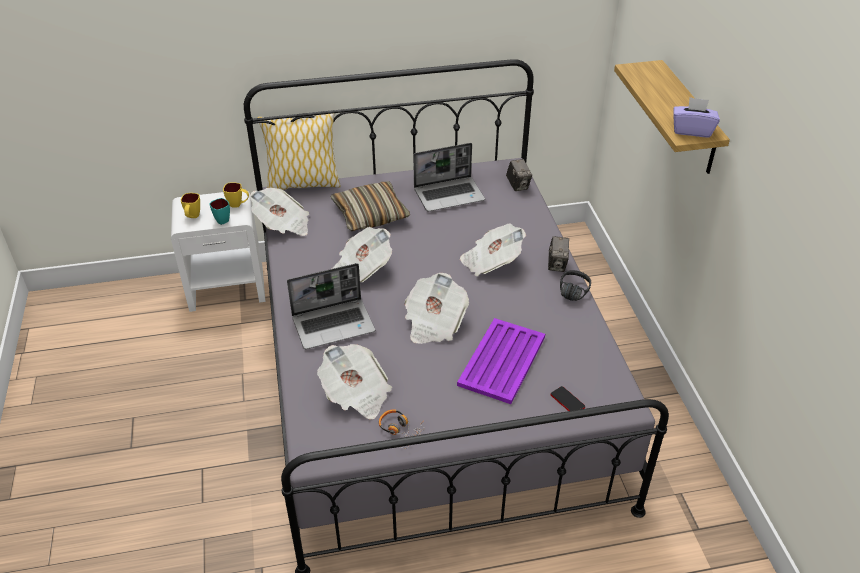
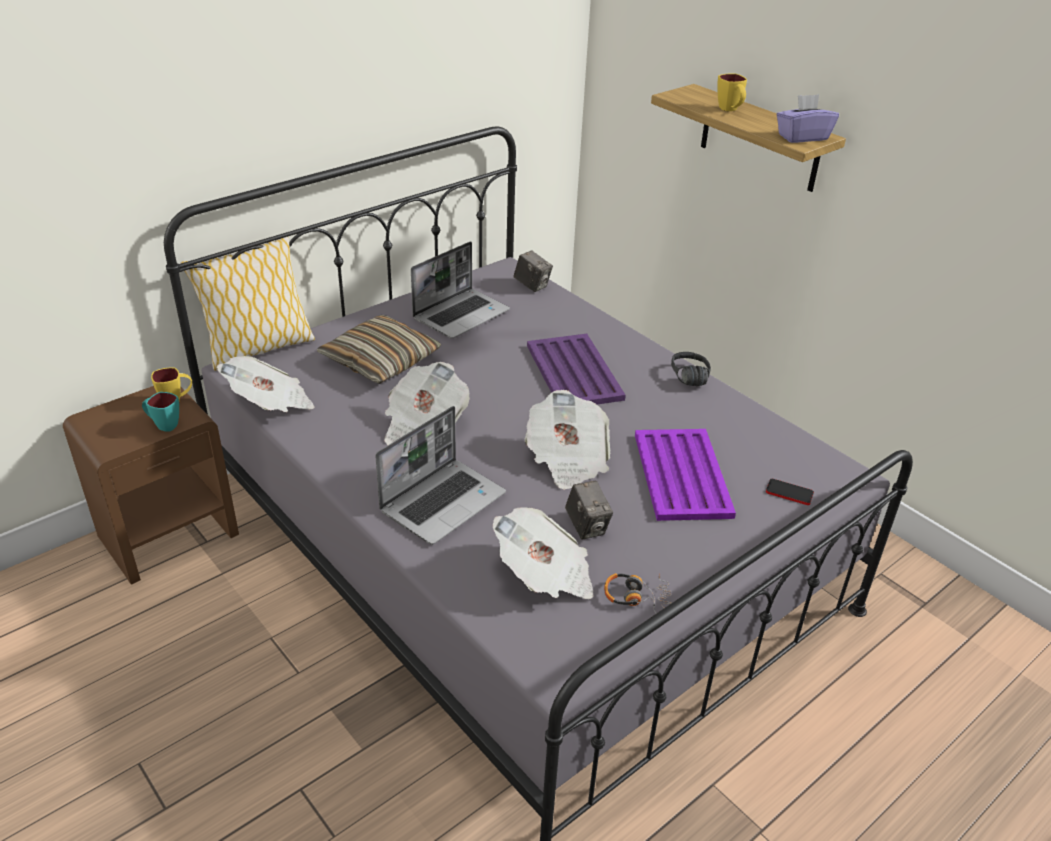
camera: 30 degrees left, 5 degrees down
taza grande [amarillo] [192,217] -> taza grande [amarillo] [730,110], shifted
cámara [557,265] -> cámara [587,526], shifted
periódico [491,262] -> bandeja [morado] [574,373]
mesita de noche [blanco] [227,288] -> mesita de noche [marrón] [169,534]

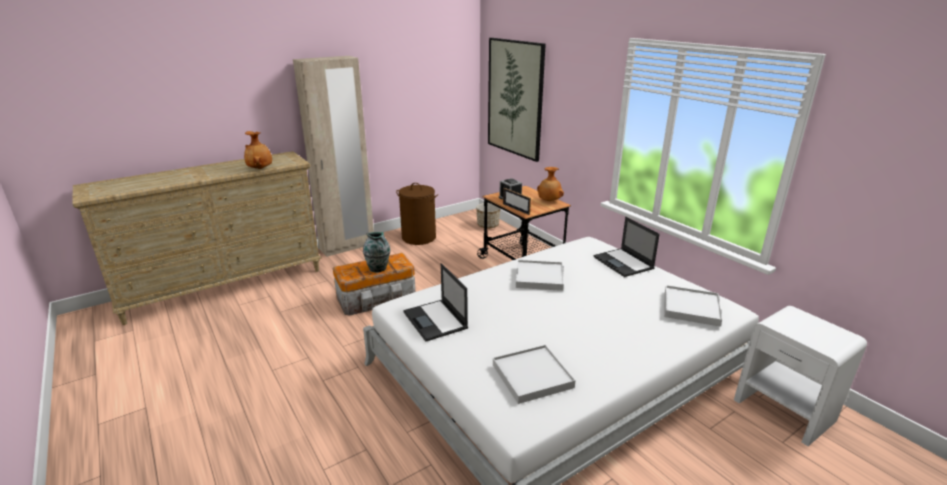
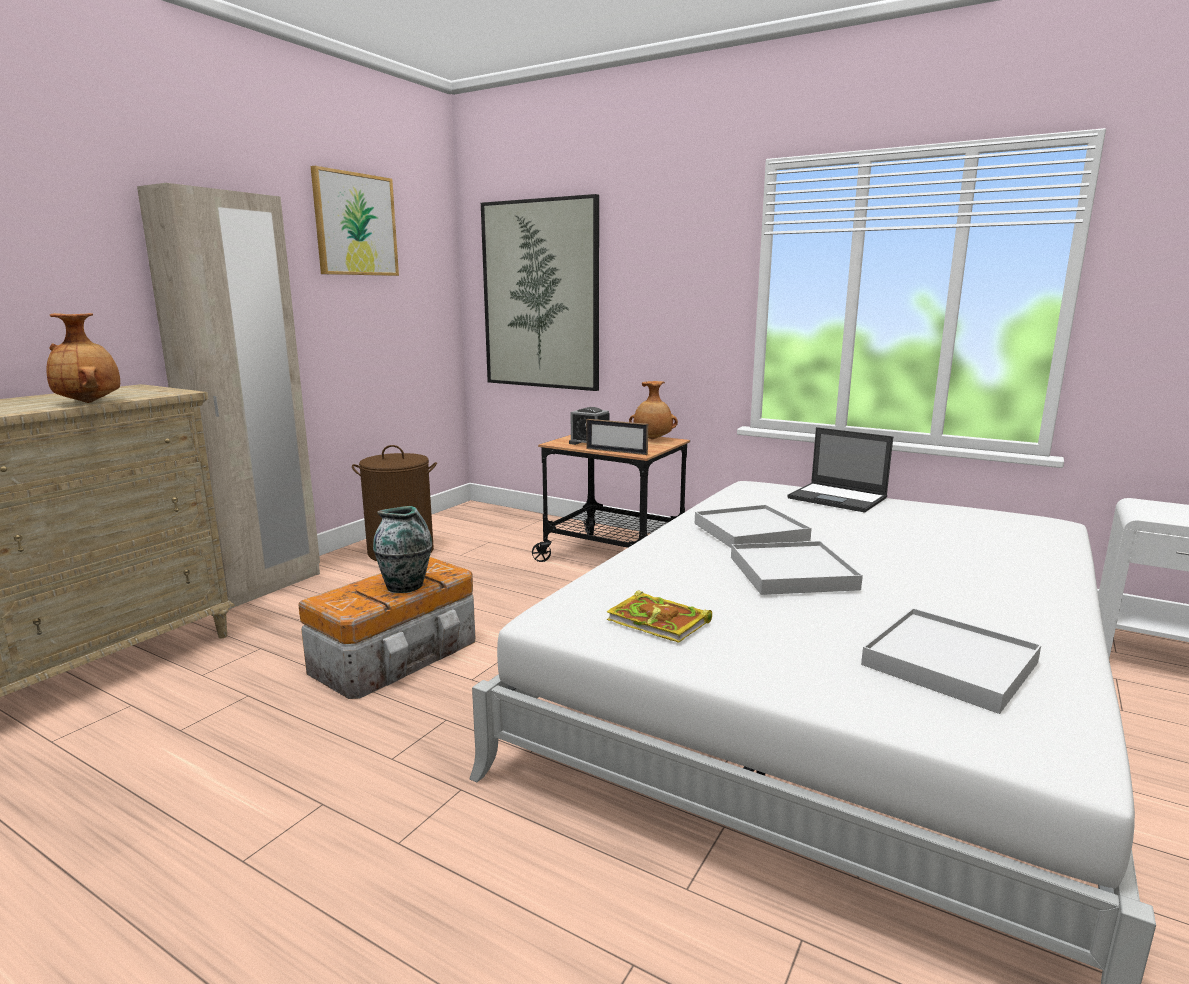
camera: 25 degrees left, 10 degrees down
maceta [488,225] -> none
none -> cuadro [355,224]
bandeja [blanco] [691,308] -> bandeja [blanco] [792,573], shifted
portátil [435,320] -> libro [660,622]

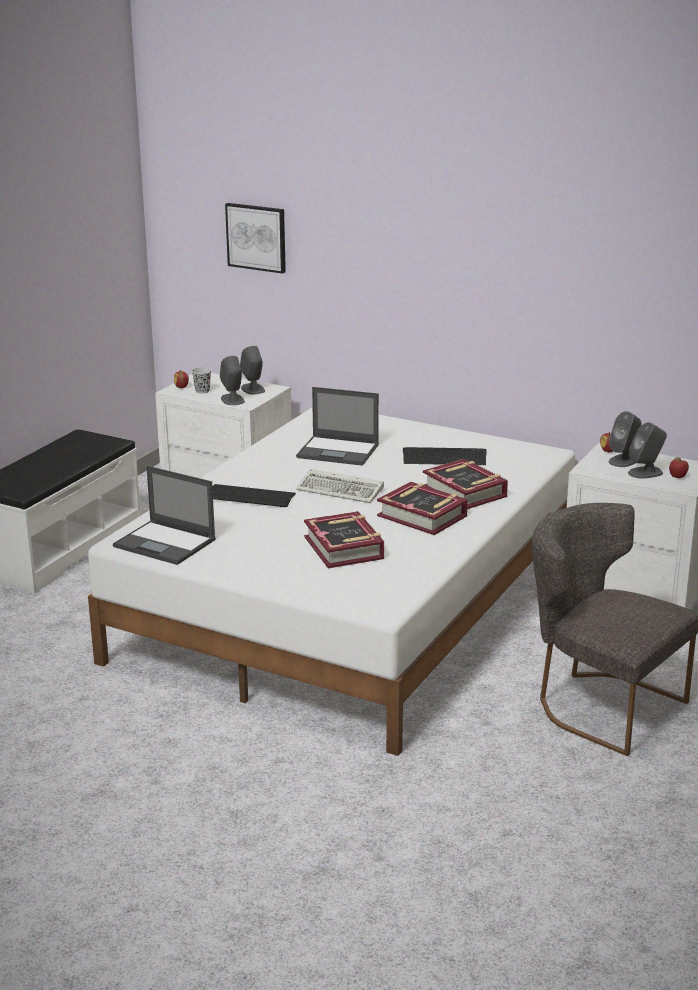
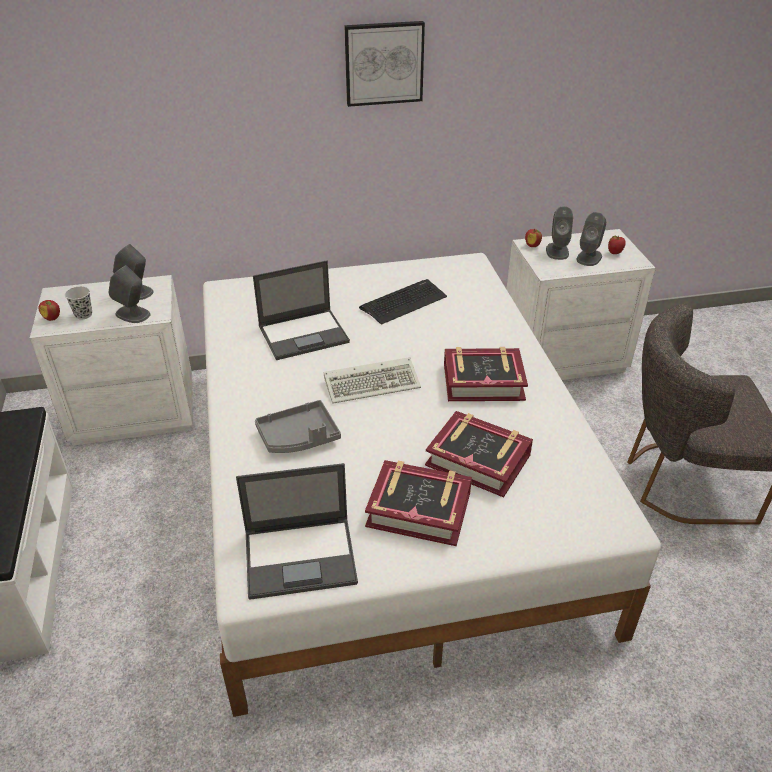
camera: 40 degrees left, 15 degrees up
cuadro [256,237] -> cuadro [384,63], shifted
libro [465,492] -> libro [419,509], shifted
teclado [248,497] -> bandeja [gris] [299,437]

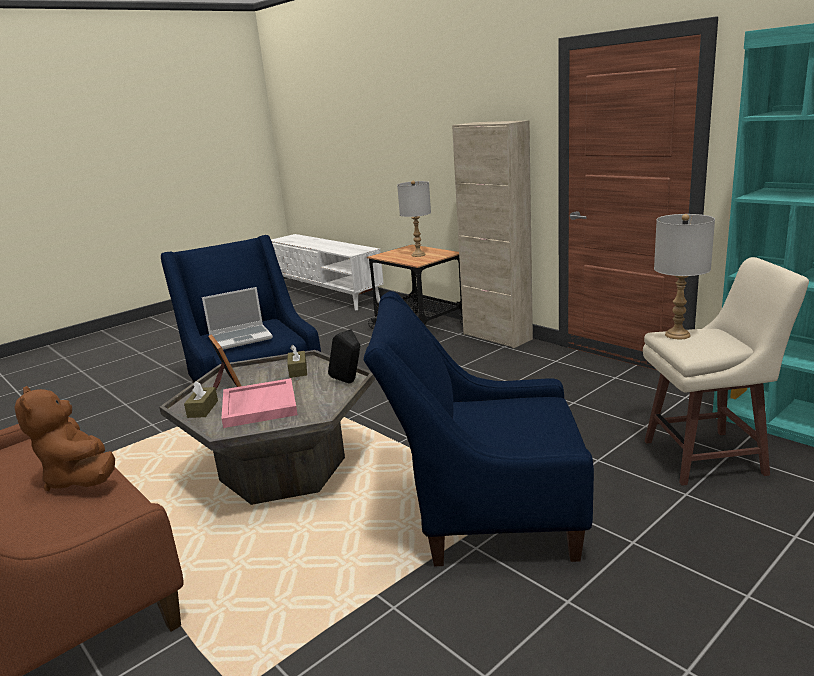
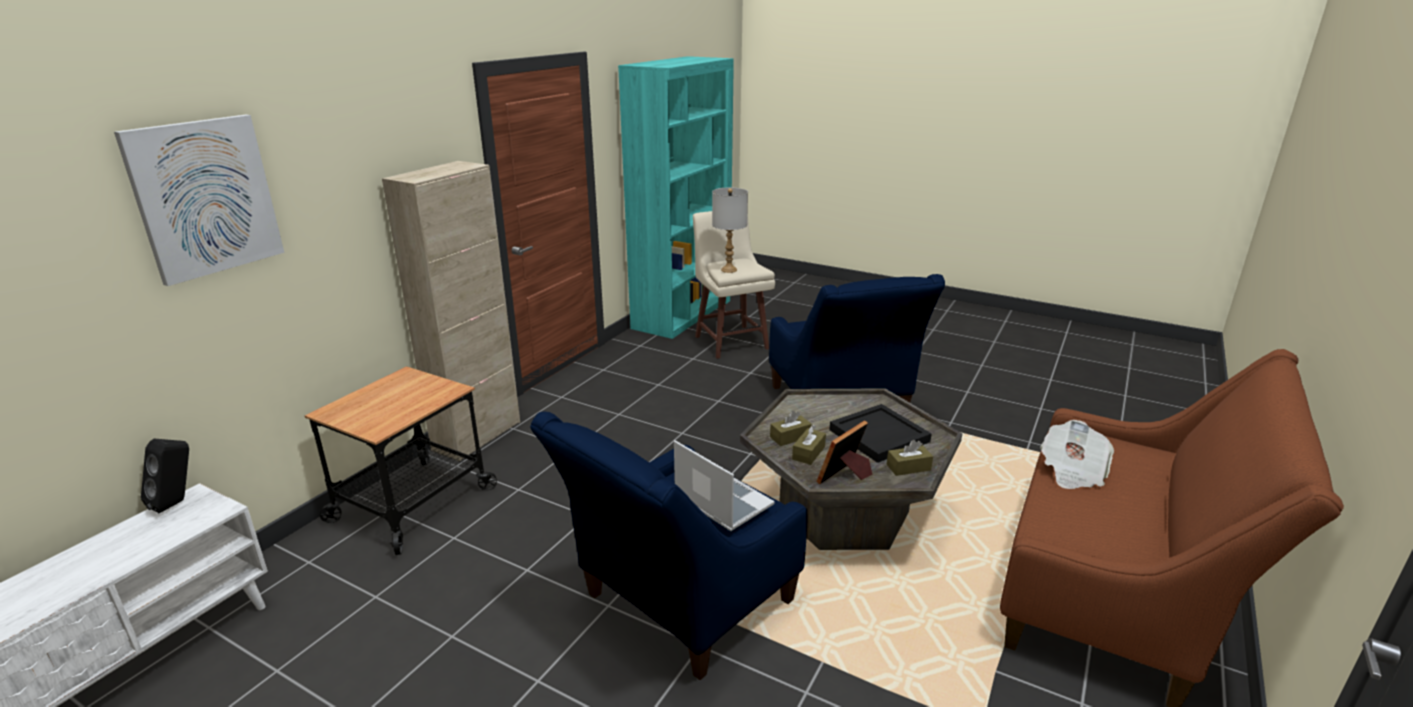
camera: 110 degrees left, 5 degrees up
lámpara de mesa [gris] [418,255] -> none
none -> cuadro [205,197]
none -> caja de pañuelos [marrón] [808,453]
altavoz [negro] [349,383] -> altavoz [negro] [177,502], shifted
peluche [marrón] [81,479] -> periódico [1072,471]
bandeja [rosa] [259,406] -> bandeja [negro] [879,436]

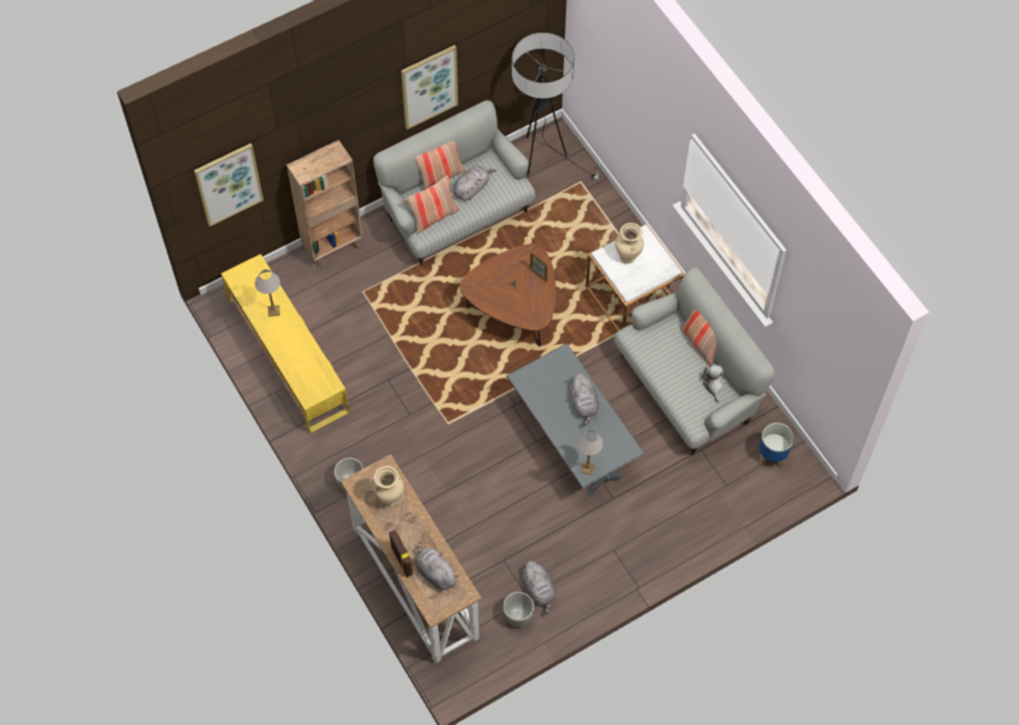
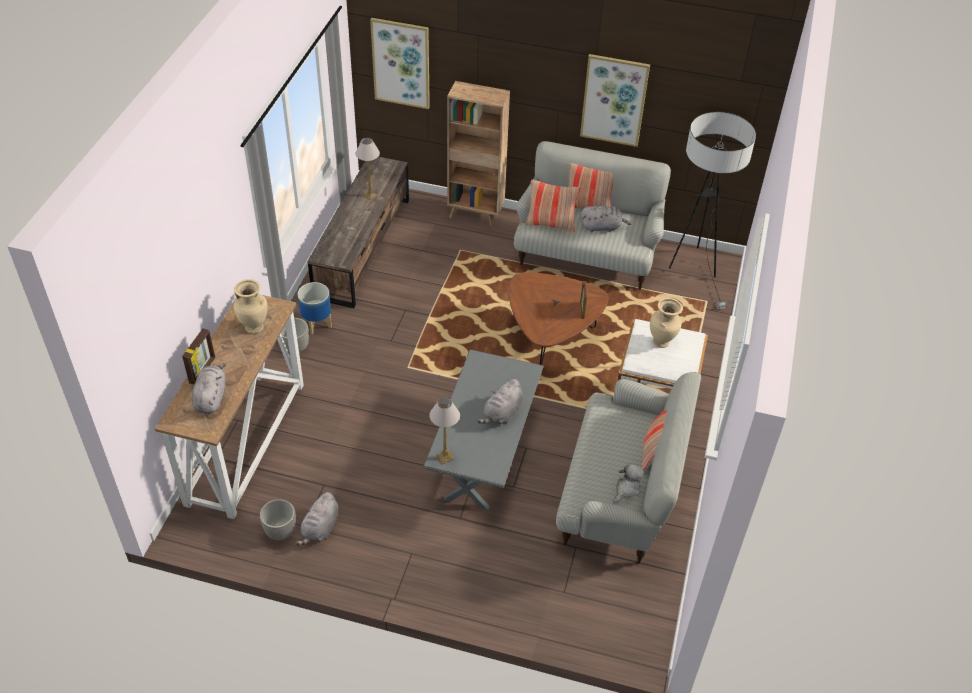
camera: 45 degrees right, 15 degrees down
maceta [772,456] -> maceta [317,324], shifted
mueble de televisión [amarillo] [287,354] -> mueble de televisión [marrón] [363,246]

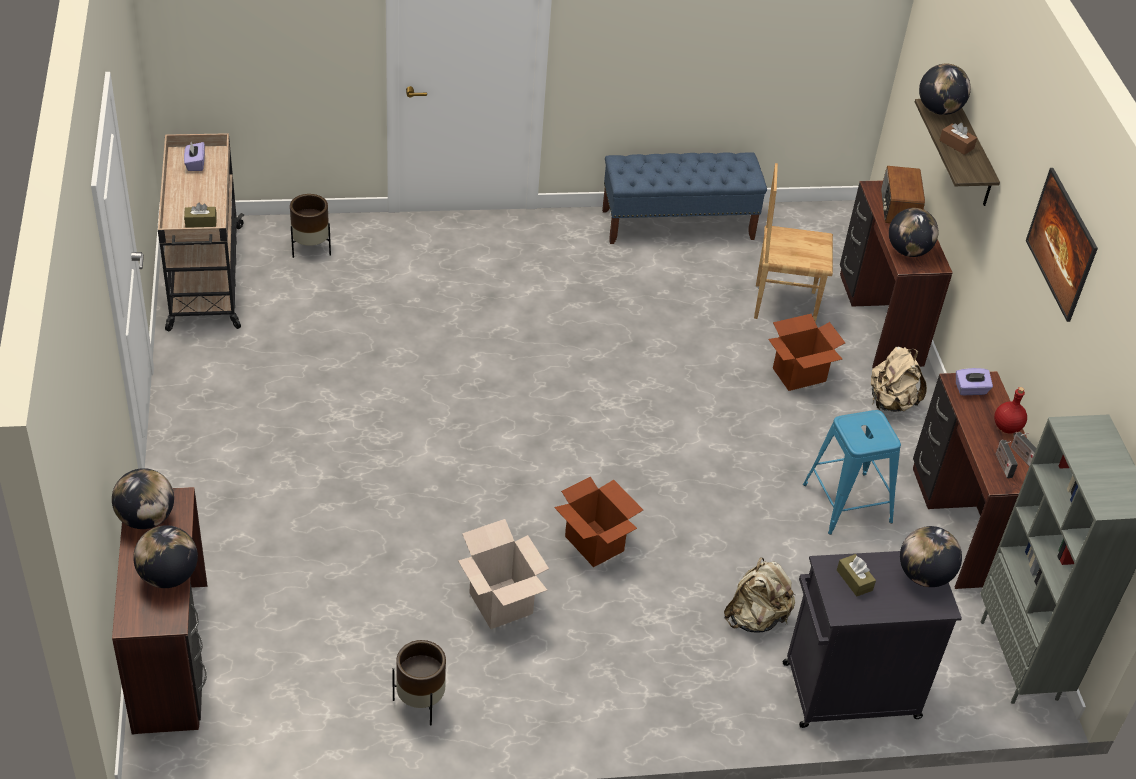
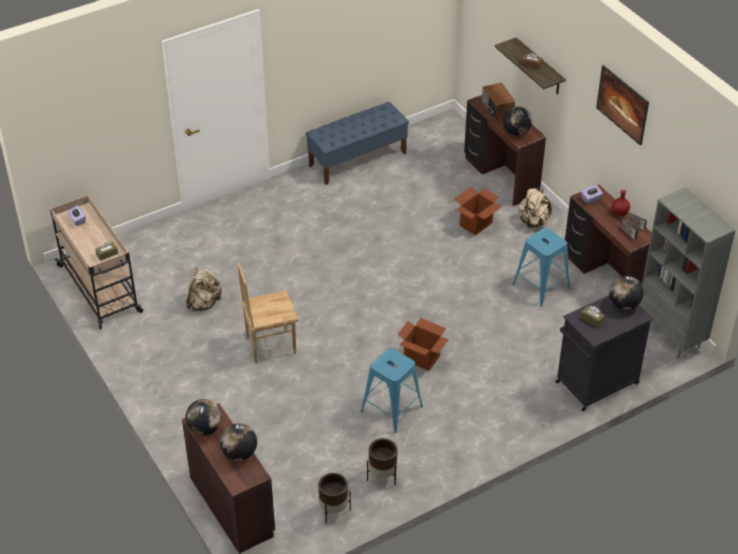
camera: 20 degrees left, 0 degrees up
globo terráqueo [939,110] -> none
maceta [marrón] [310,249] -> maceta [marrón] [333,511], shifted
mochila [beis] [756,618] -> mochila [beis] [204,303], shifted
silla [marrón] [784,304] -> silla [marrón] [270,345], shifted
caja de cartón [501,603] -> taburete [azul] [392,409]

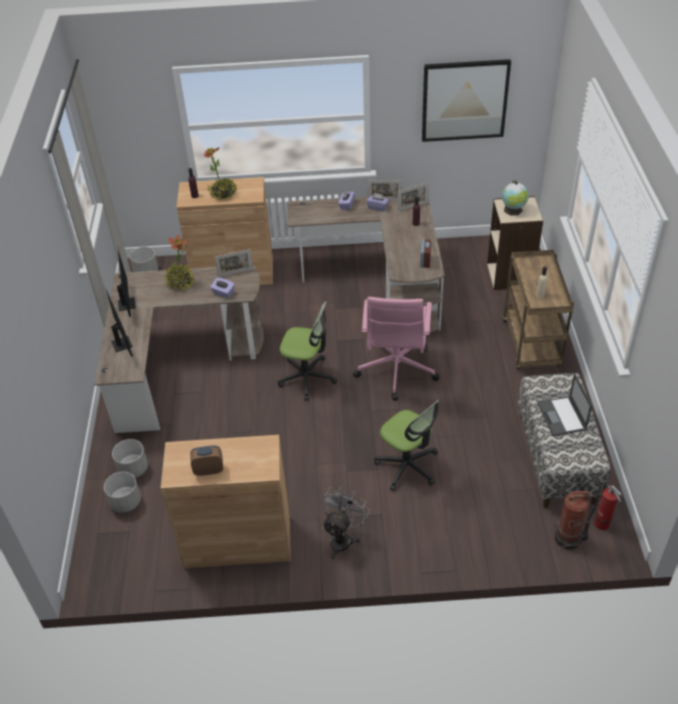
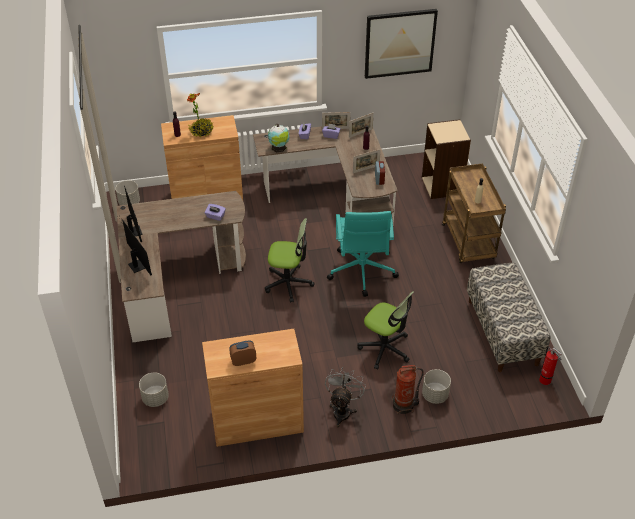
camera: 10 degrees left, 0 degrees up
planta en maceta [180,282] -> none
portátil [562,417] -> none
maceta [gris] [133,469] -> maceta [gris] [434,395], shifted
portarretratos [235,273] -> portarretratos [366,169], shifted
globo terráqueo [513,210] -> globo terráqueo [279,148], shifted
extintor [569,539] -> extintor [404,405], shifted
silla de oficina [rosa] [396,371] -> silla de oficina [turquesa] [361,272]

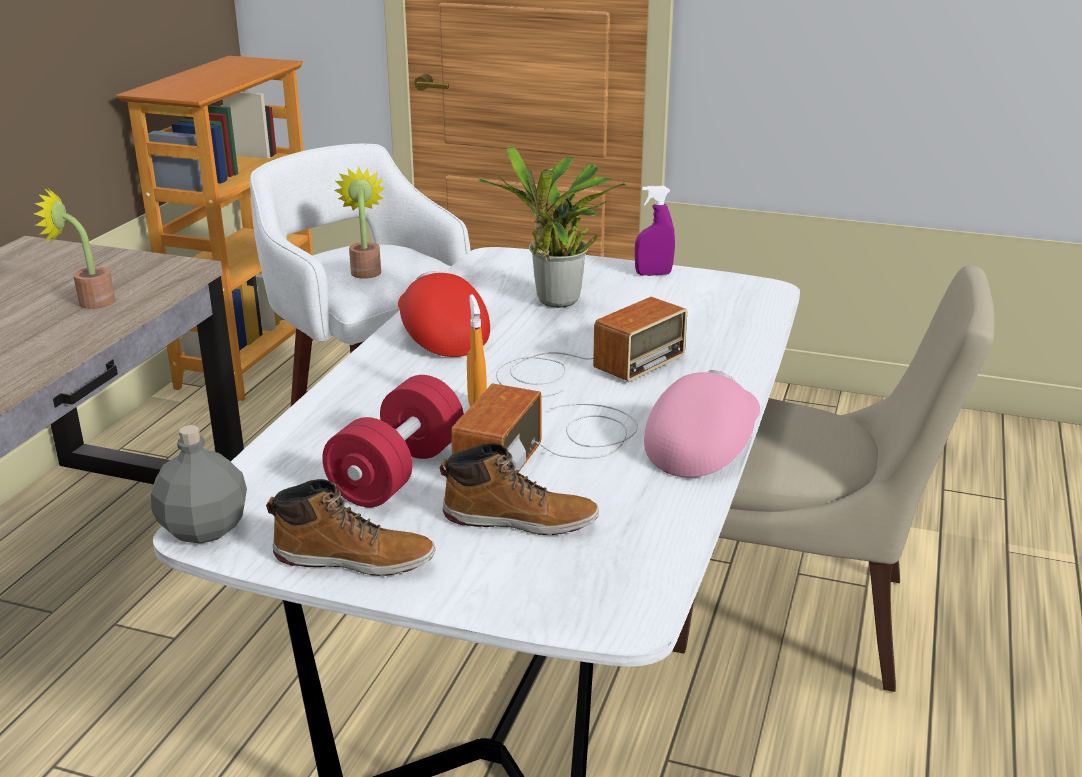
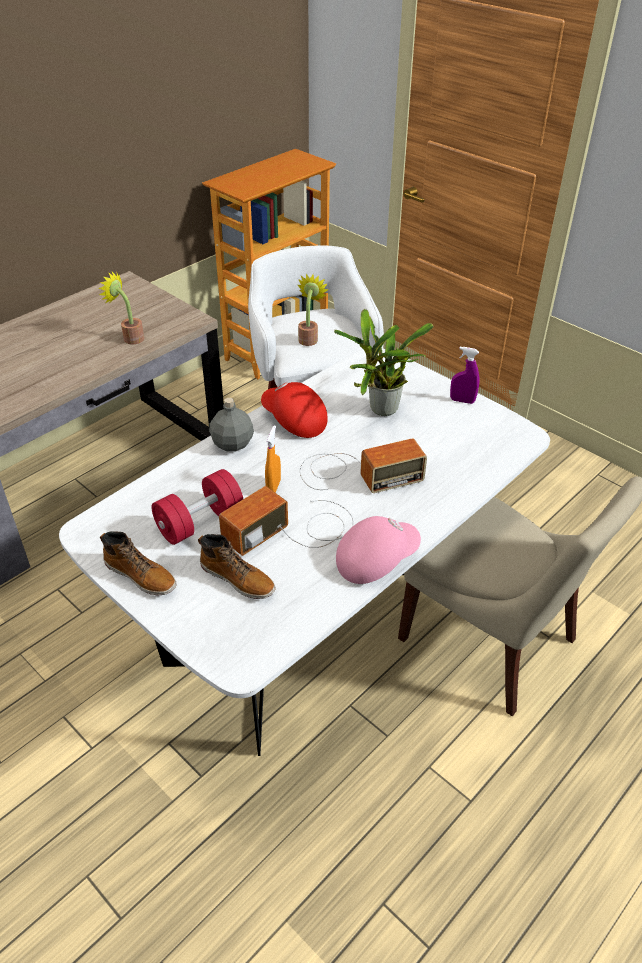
camera: 25 degrees right, 15 degrees up
botella [gris] [203,529] -> botella [gris] [232,443], shifted
gorra [rojo] [440,336] -> gorra [rojo] [293,421], 45 degrees counterclockwise

